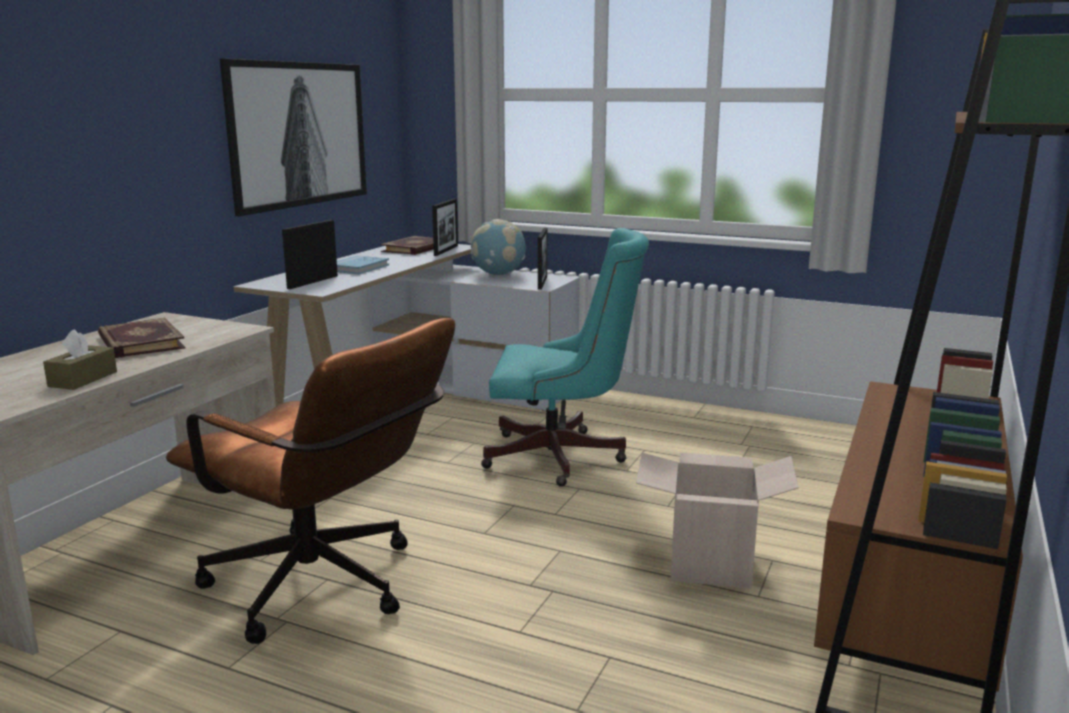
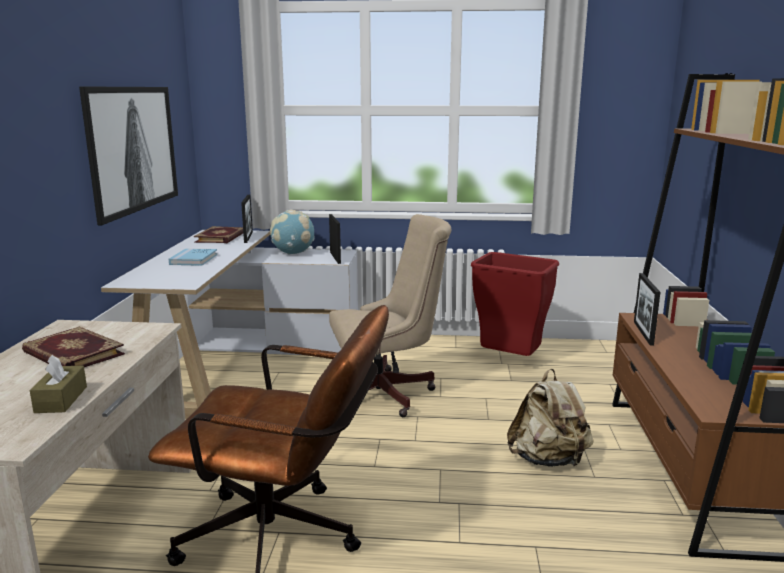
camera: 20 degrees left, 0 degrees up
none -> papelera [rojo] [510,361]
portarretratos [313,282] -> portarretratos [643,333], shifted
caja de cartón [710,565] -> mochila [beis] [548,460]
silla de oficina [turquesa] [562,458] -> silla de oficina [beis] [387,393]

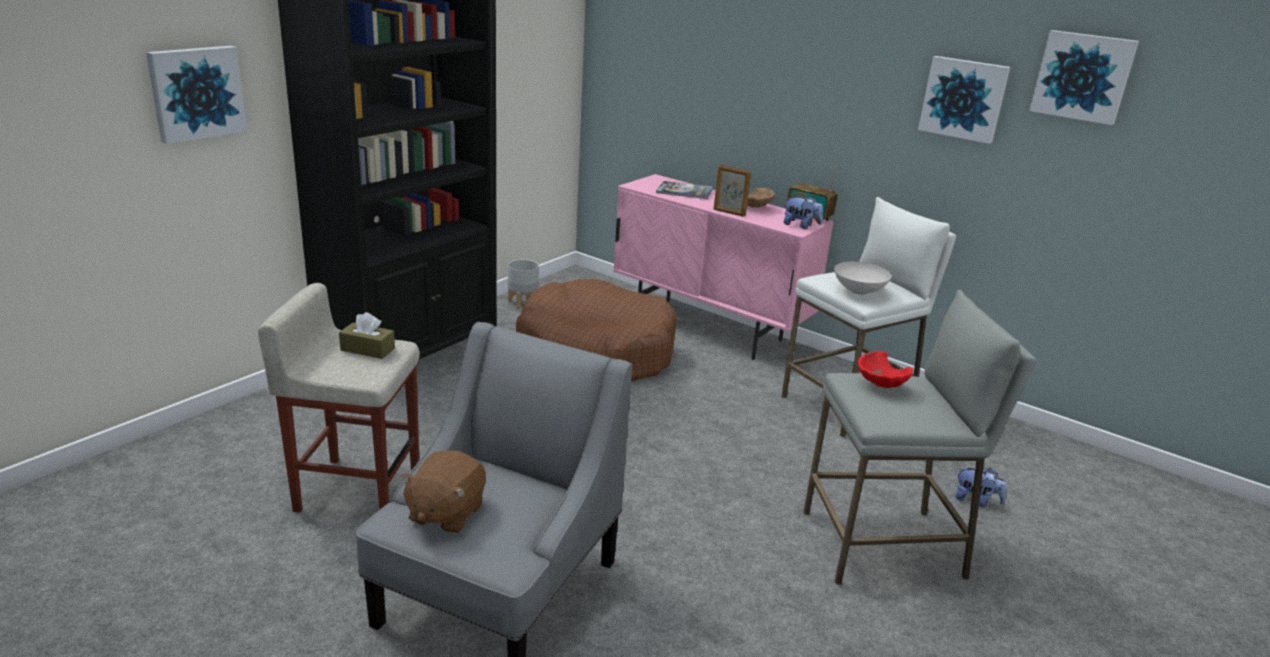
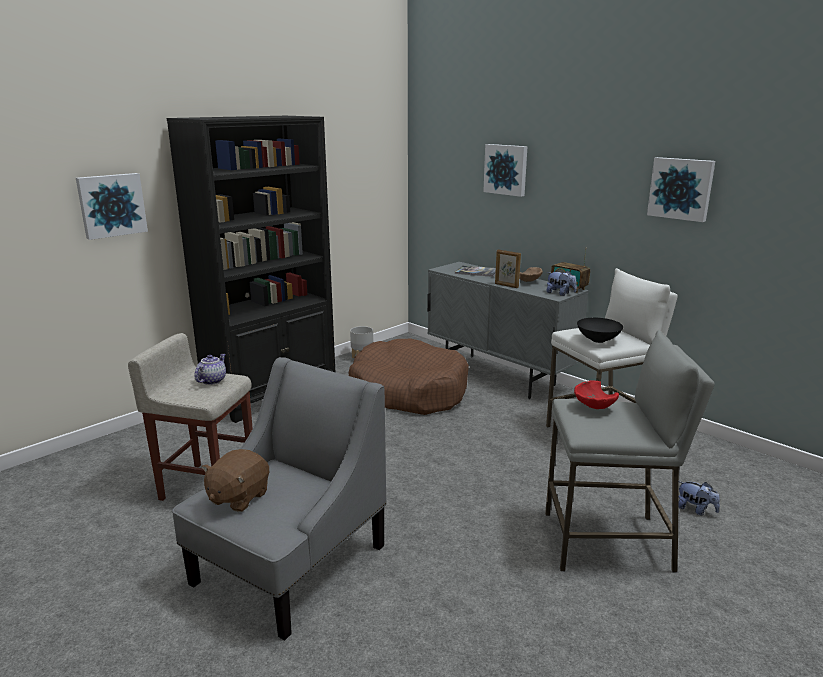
camera: 10 degrees right, 5 degrees down
cuadro [1083,76] -> cuadro [506,169], shifted
caja de pañuelos [marrón] [367,349] -> tetera [211,380]
armario [rosa] [708,328] -> armario [gris] [499,376]
cuenco [blanco] [858,291] -> cuenco [negro] [597,340]

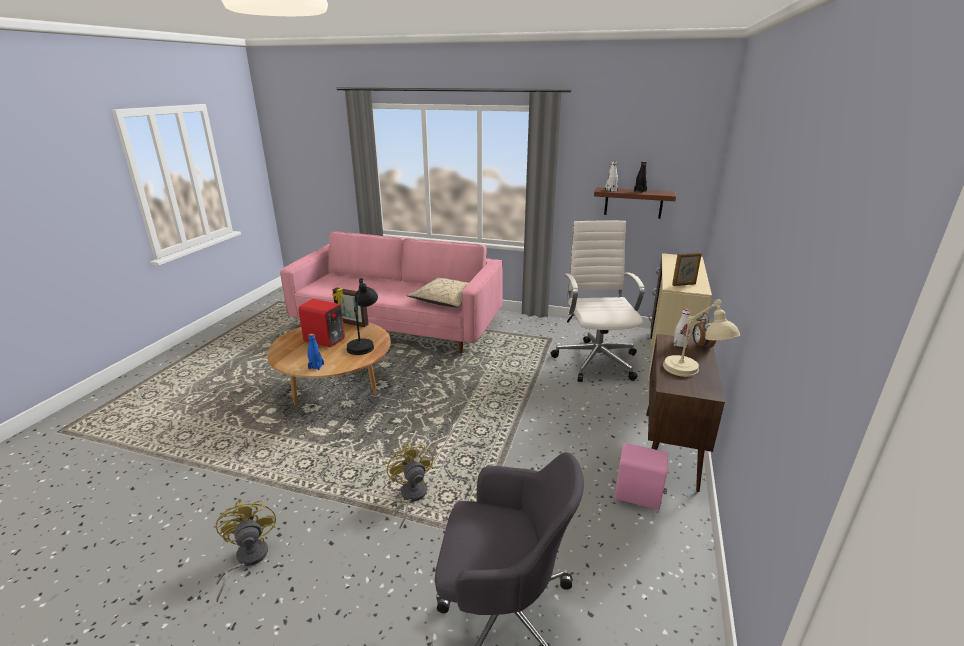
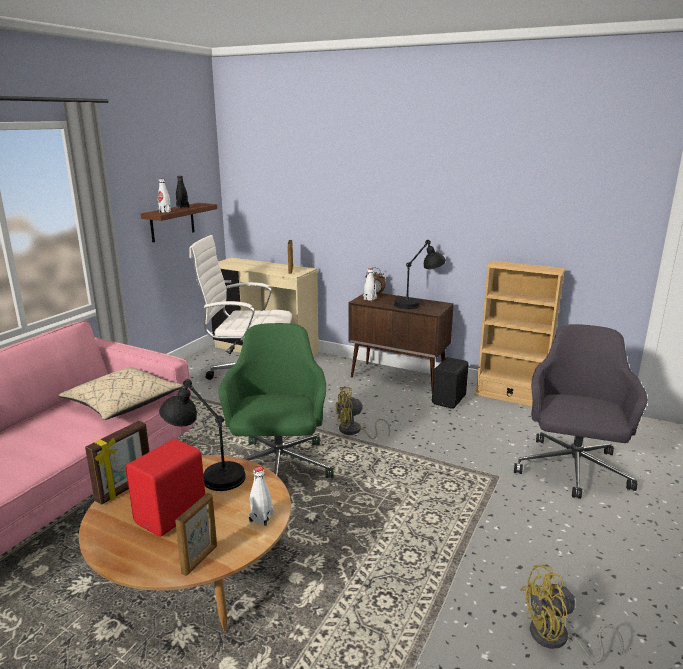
camera: 80 degrees left, 5 degrees down
none -> portarretratos [200,559]
none -> silla de oficina [verde] [278,468]
none -> estantería [beis] [510,397]
ventilador [amarillo] [410,497] -> ventilador [amarillo] [354,431], shifted
botella [azul] [316,366] -> botella [blanco] [261,518]
altavoz [rosa] [638,496] -> altavoz [negro] [450,400]
lámpara de mesa [beis] [693,375] -> lámpara de mesa [negro] [418,303]

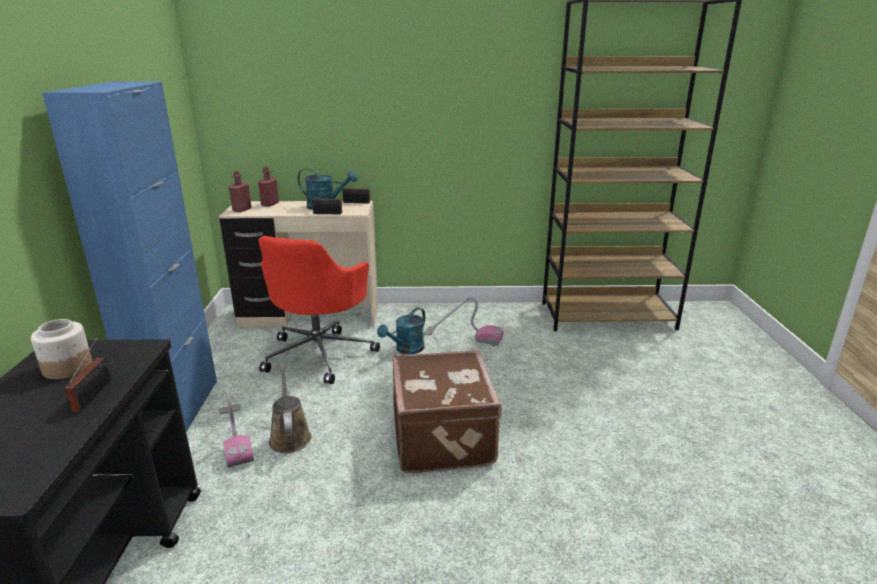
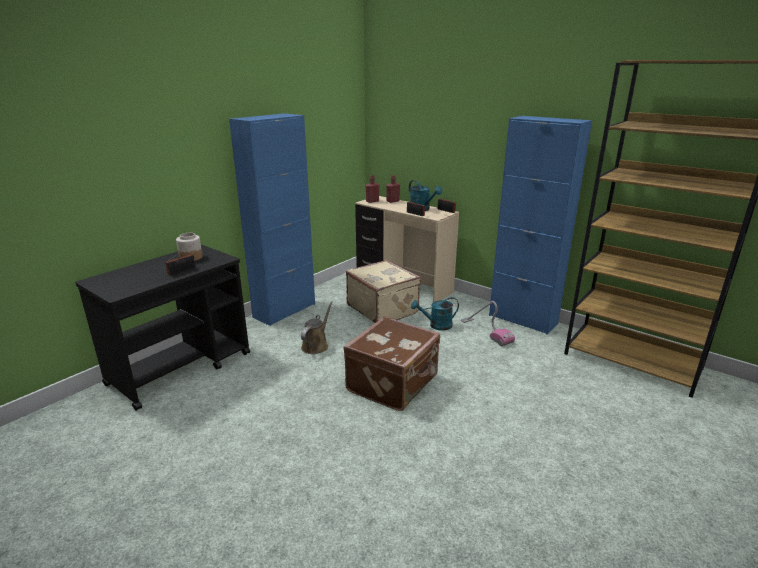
camera: 40 degrees right, 0 degrees up
aspiradora [235,435] -> none
none -> armario [azul] [522,319]
silla de oficina [rojo] [320,354] -> maleta [beis] [383,309]

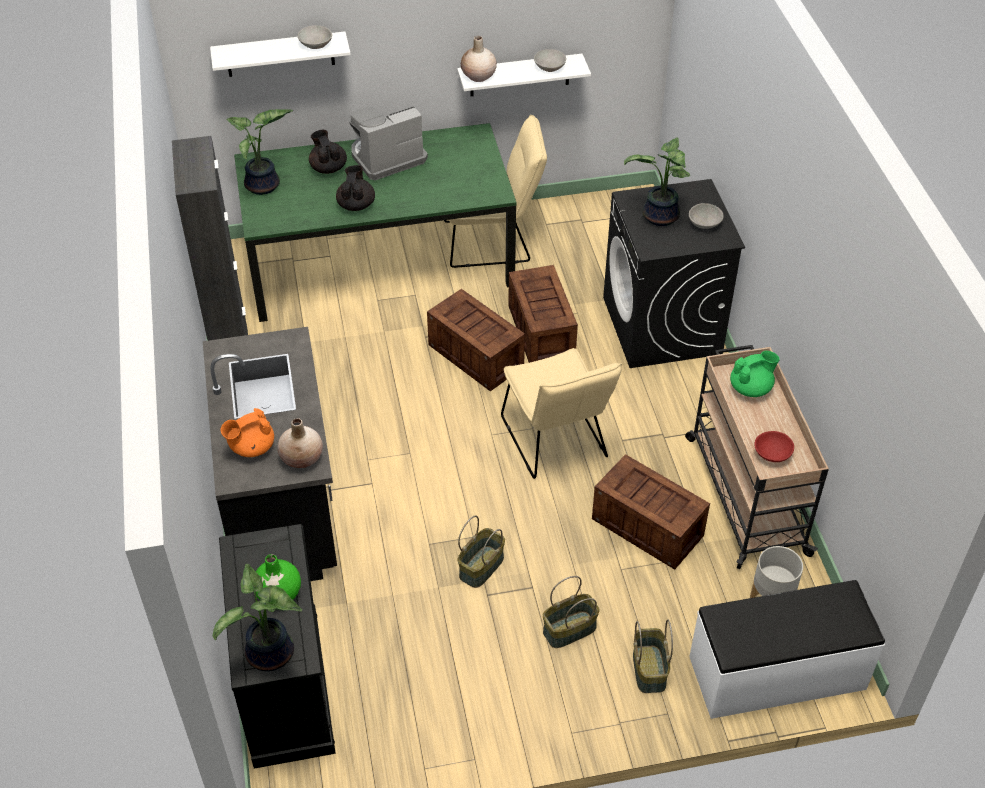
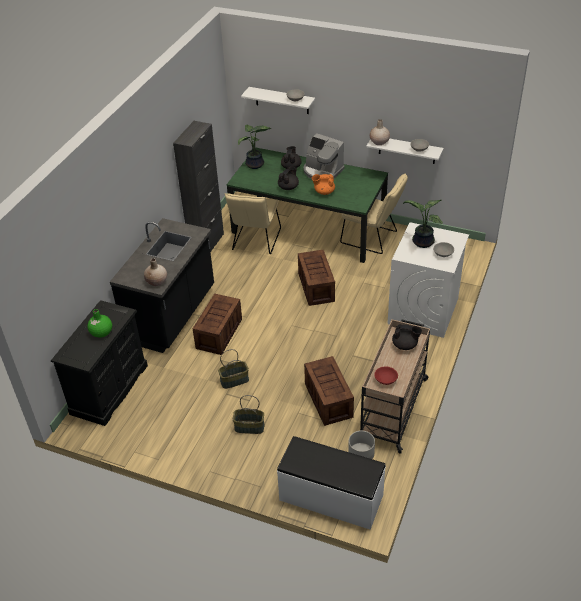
camera: 35 degrees right, 5 degrees down
planta en maceta [270,656] -> none
cesta [650,670] -> none
tetera [naranja] [251,447] -> tetera [naranja] [324,192], shifted
silla [beis] [556,443] -> silla [beis] [255,241], shifted
caja de embalaje [540,330] -> caja de embalaje [219,333], shifted
lavadora [negro] [662,326] -> lavadora [blanco] [423,311]
tetera [verde] [751,388] -> tetera [negro] [405,345]
cafetera [386,157] -> cafetera [322,171], 150 degrees counterclockwise

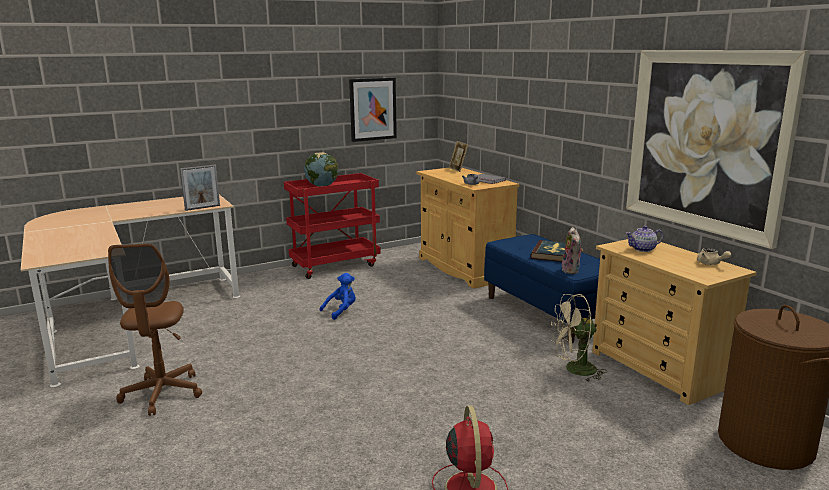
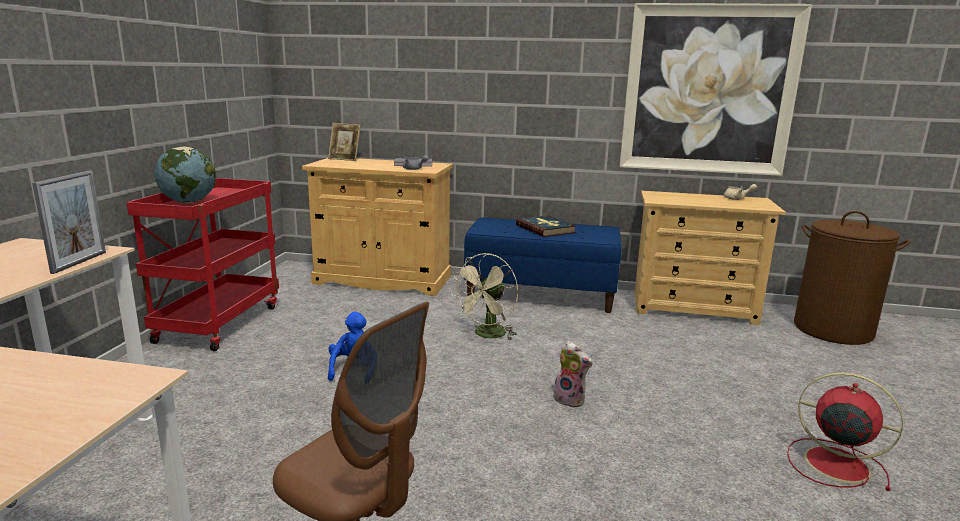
camera: 50 degrees left, 0 degrees up
cuadro [372,109] -> none
tetera [643,249] -> none
ventilador [beis] [574,370] -> ventilador [beis] [487,335], shifted
peluche [572,270] -> peluche [570,400], shifted

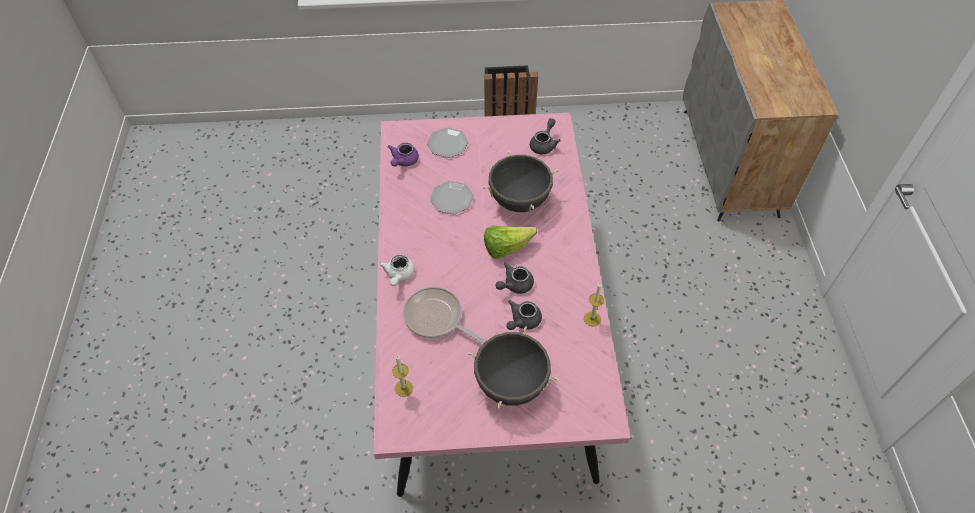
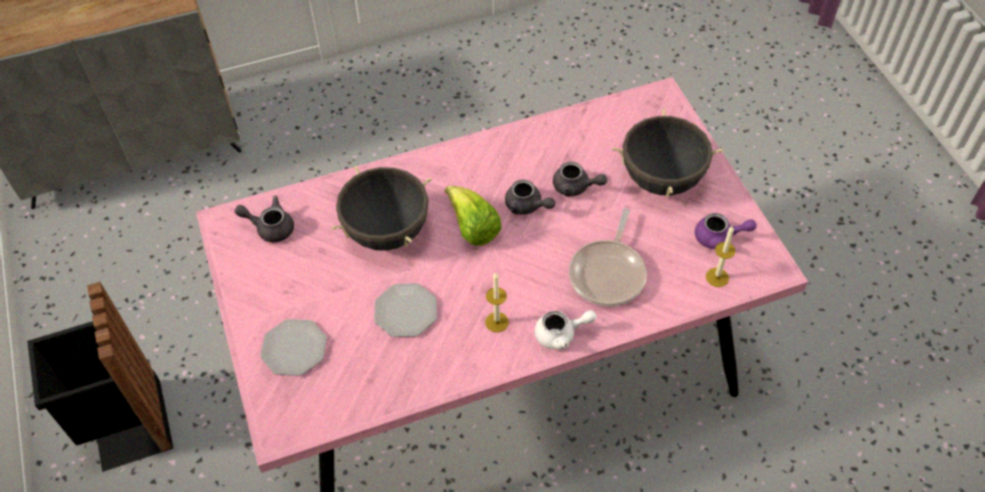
camera: 105 degrees left, 0 degrees up
tetera [morado] [403,161] -> tetera [morado] [719,238], shifted
vela [592,319] -> vela [497,322], shifted

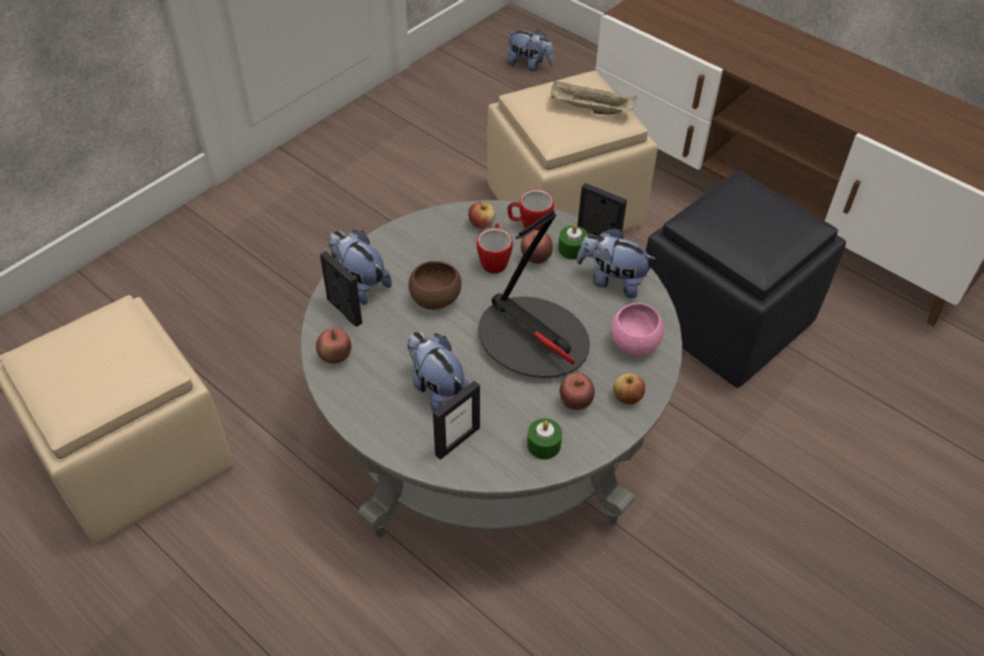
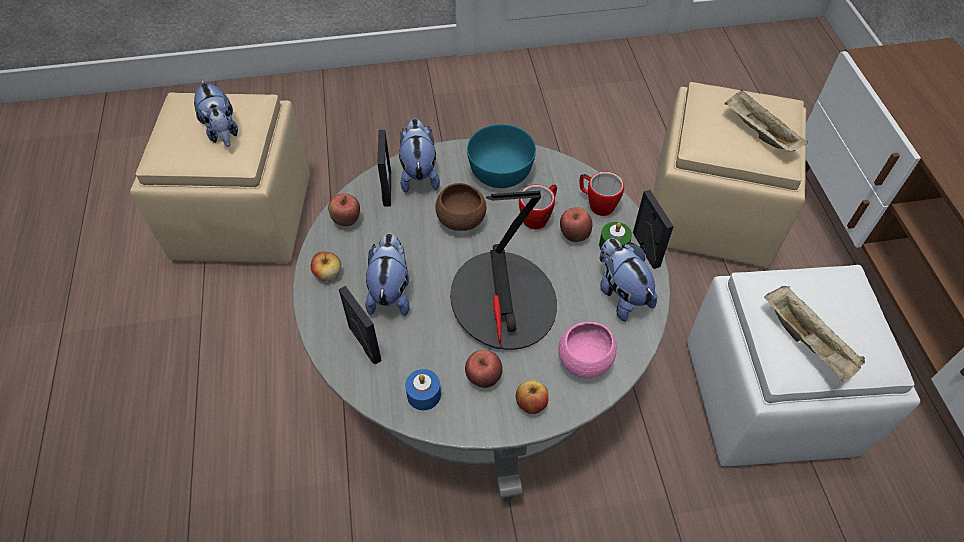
camera: 40 degrees right, 5 degrees up
none -> cuenco [turquesa] [501,172]
none -> bandeja [beis] [807,342]
manzana [481,223] -> manzana [328,274], shifted
peluche [529,65] -> peluche [222,132], shifted
vela [verde] [543,445] -> vela [azul] [424,394]
puf [negro] [726,319] -> puf [blanco] [771,399]
portarretratos [457,441] -> portarretratos [364,344], 120 degrees counterclockwise

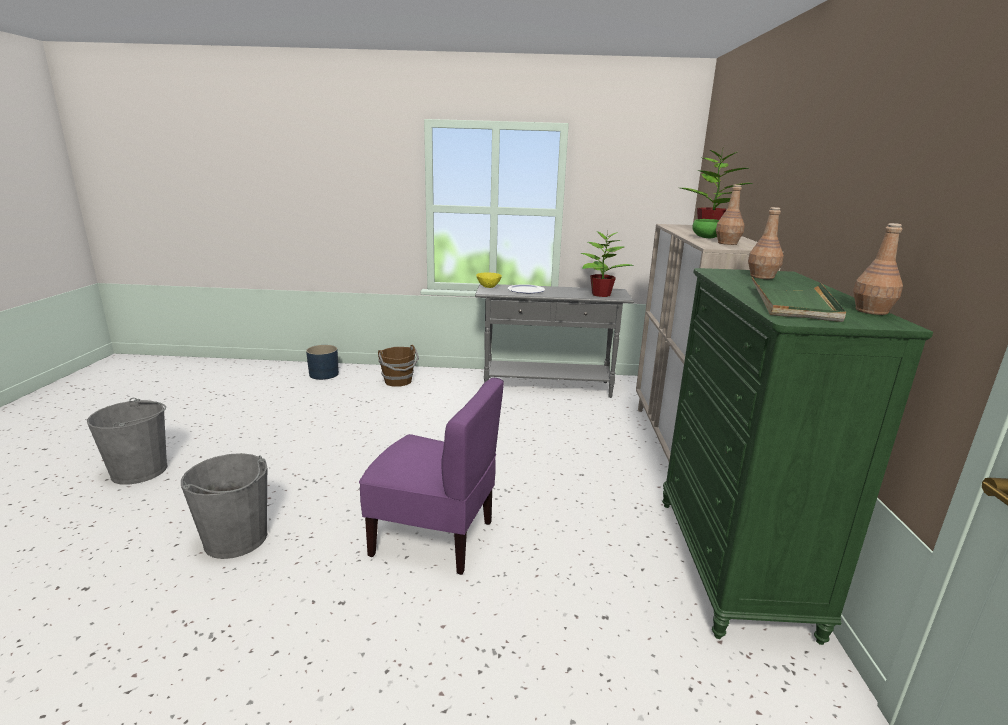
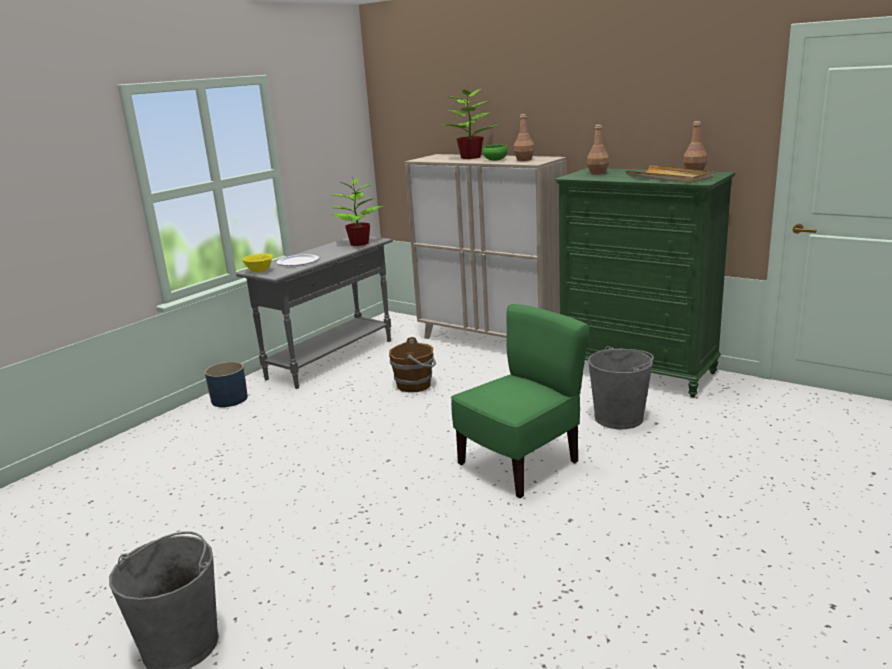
camera: 55 degrees left, 0 degrees up
cubo [gris] [236,539] -> cubo [gris] [619,418], shifted
maceta [azul] [324,374] -> maceta [azul] [229,399], shifted
cubo [marrón] [398,381] -> cubo [marrón] [415,385], shifted
silla [morado] [434,537] -> silla [verde] [519,464]
bandeja [verde] [793,303] -> bandeja [beis] [669,178]

